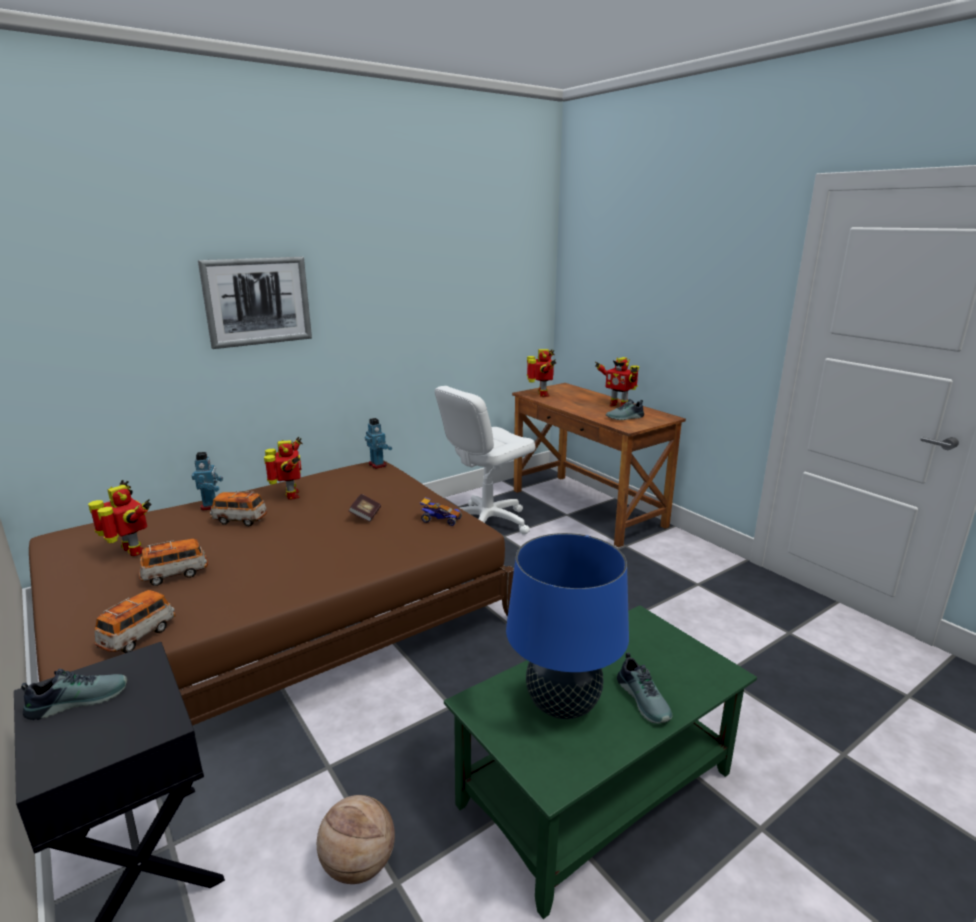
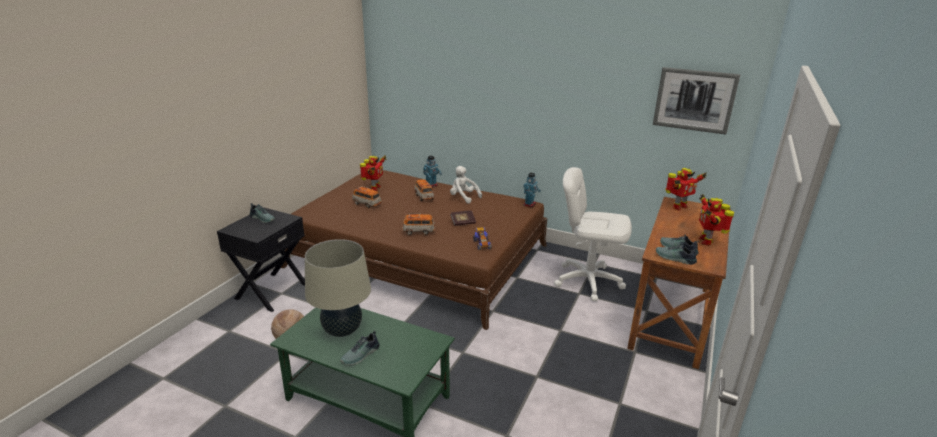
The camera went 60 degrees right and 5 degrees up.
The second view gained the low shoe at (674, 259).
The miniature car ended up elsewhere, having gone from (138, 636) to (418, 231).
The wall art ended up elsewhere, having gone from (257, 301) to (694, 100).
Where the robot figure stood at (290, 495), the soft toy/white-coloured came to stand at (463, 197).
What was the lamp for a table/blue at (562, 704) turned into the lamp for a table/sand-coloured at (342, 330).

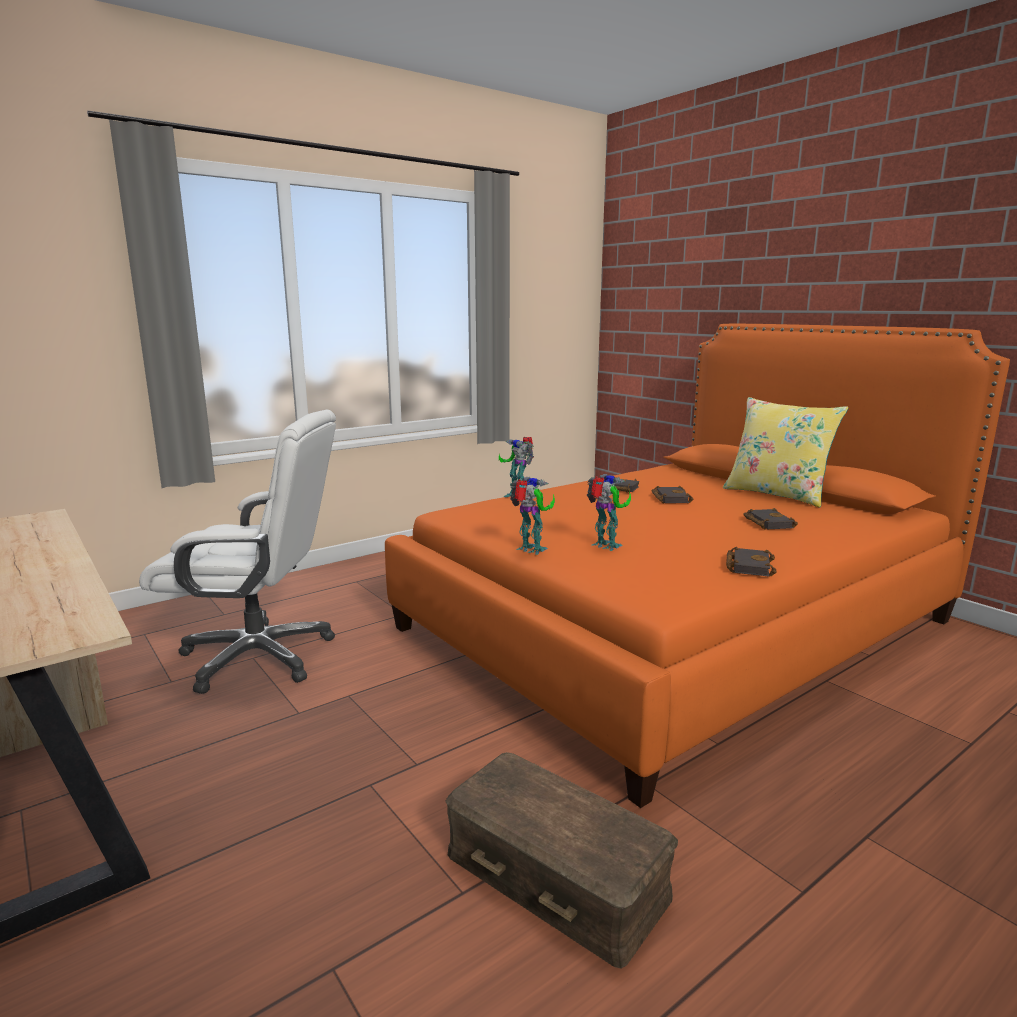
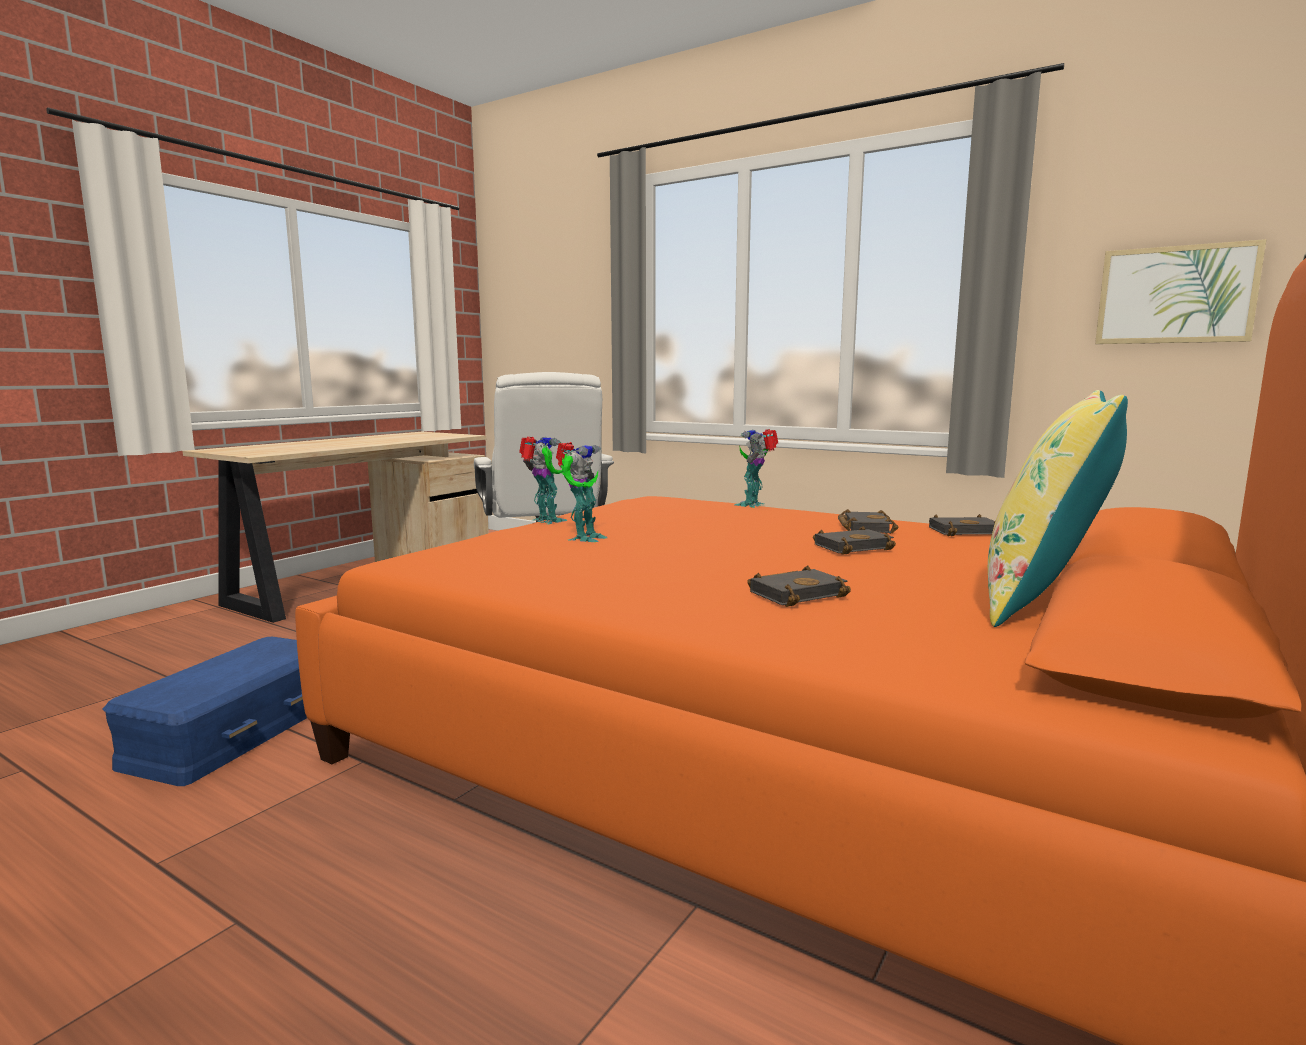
The camera went 70 degrees right and 5 degrees down.
The second view gained the wall art at (1175, 295).
The bound book/blackish ended up elsewhere, having gone from (748, 566) to (964, 531).
What was the storage box/brown-coloured at (554, 876) turned into the storage box/blue at (232, 731).
The robot figure at (531, 550) ended up facing another way, 60 degrees counterclockwise from before.

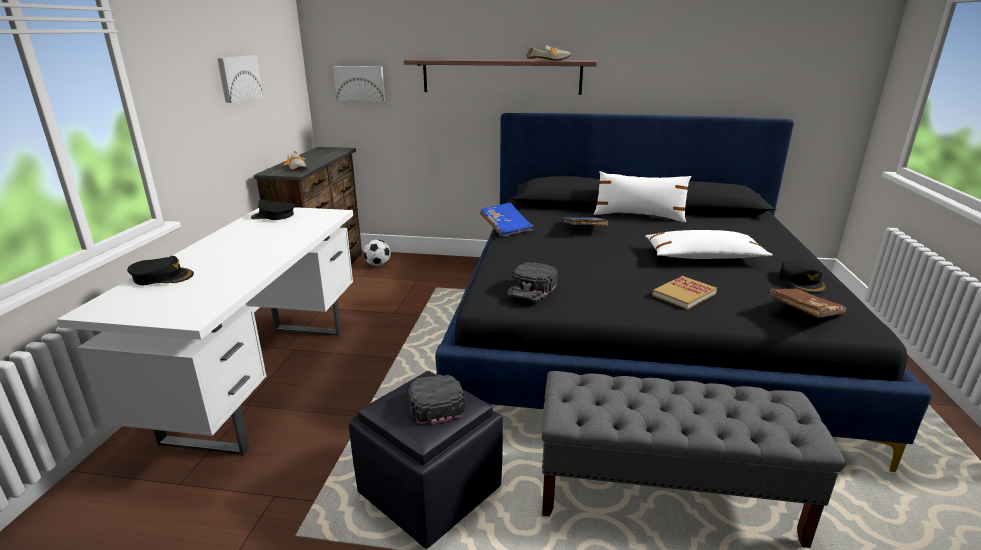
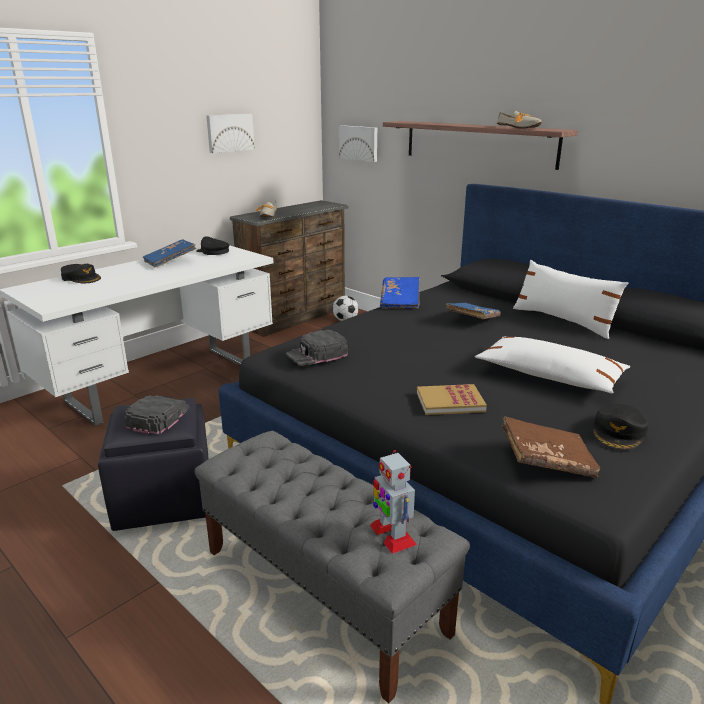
The camera went 35 degrees right and 0 degrees up.
The second view gained the bound book/blue at (170, 261).
The second view gained the robot figure at (392, 534).

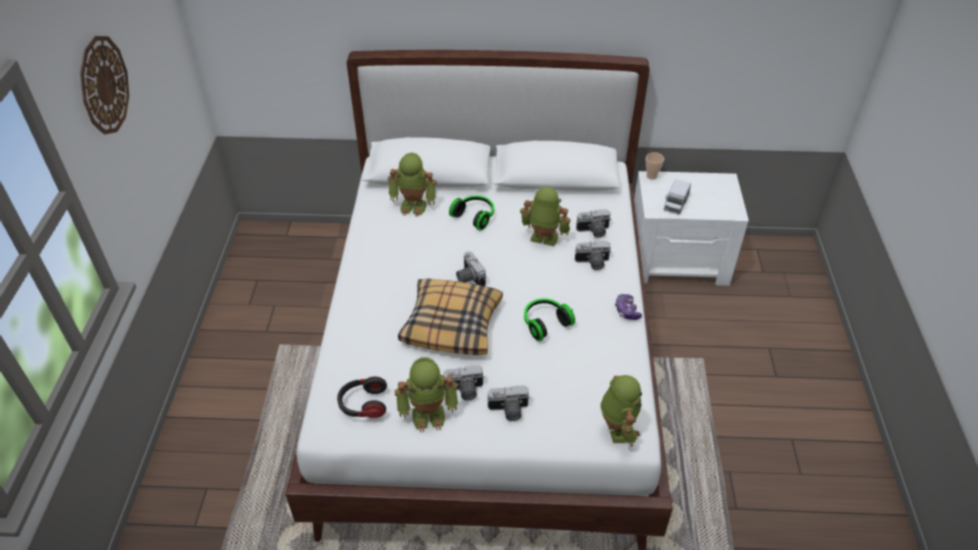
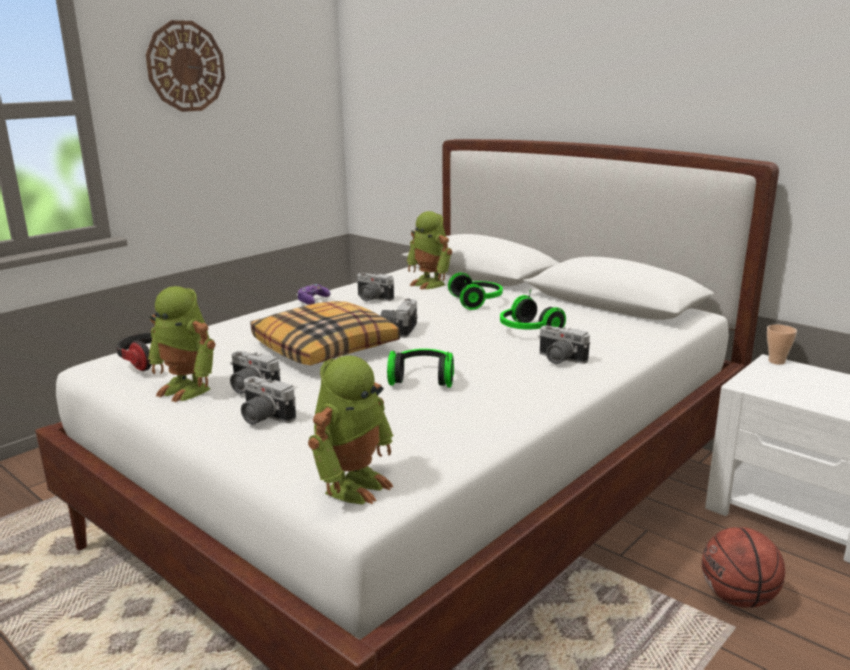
The camera went 40 degrees right and 25 degrees down.
The second view lost the toy lorry at (675, 204).
The second view gained the basketball ball at (737, 598).
The photo camera ended up elsewhere, having gone from (593, 231) to (371, 299).
The gamepad ended up elsewhere, having gone from (626, 311) to (312, 300).
Where the robot figure stood at (543, 239), the pair of headphones came to stand at (527, 331).

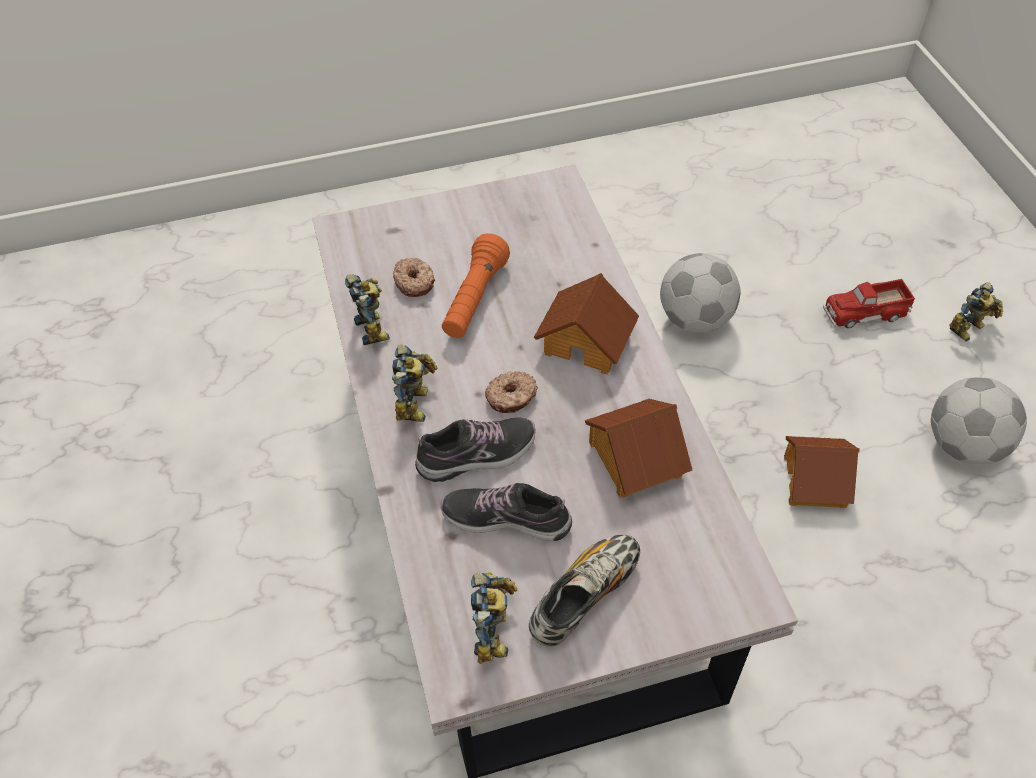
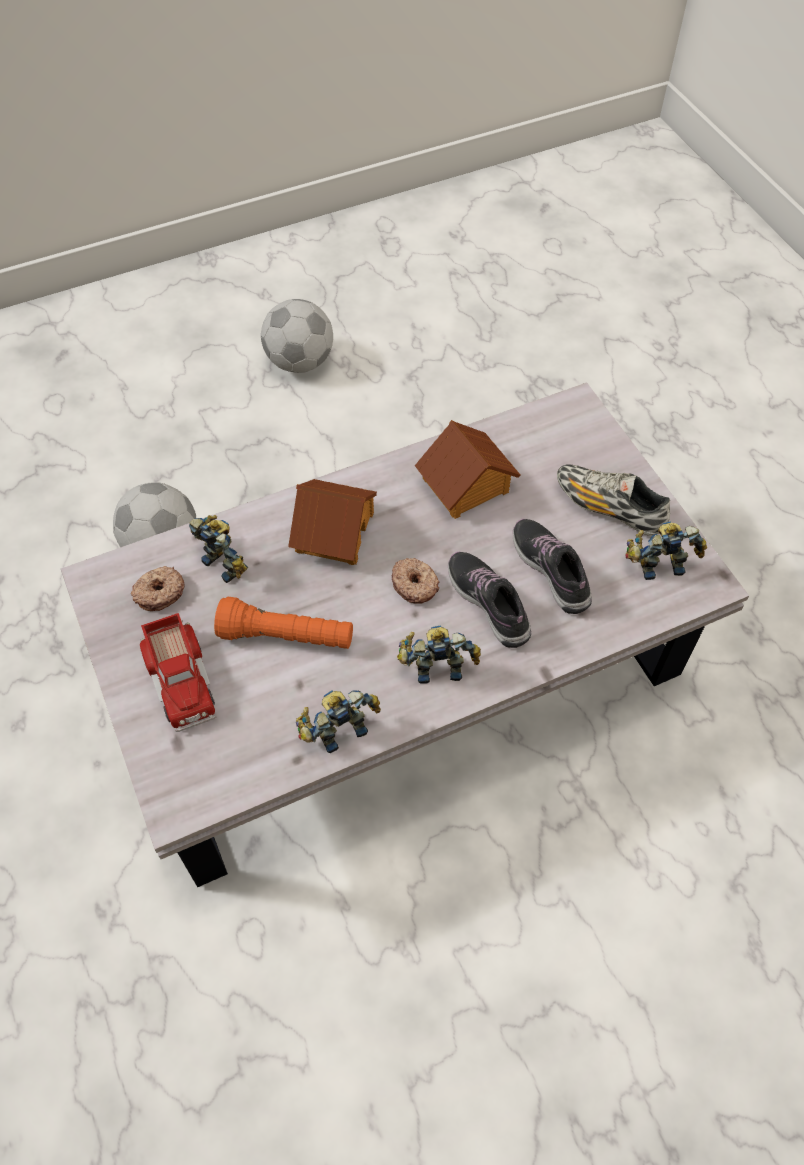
The camera went 100 degrees left and 5 degrees up.
The second view lost the model house at (816, 481).
The doughnut ended up elsewhere, having gone from (415, 282) to (159, 592).
The toy lorry ended up elsewhere, having gone from (865, 311) to (181, 679).
The robot figure ended up elsewhere, having gone from (970, 329) to (226, 561).
The low shoe at (506, 518) ended up facing another way, 150 degrees clockwise from before.

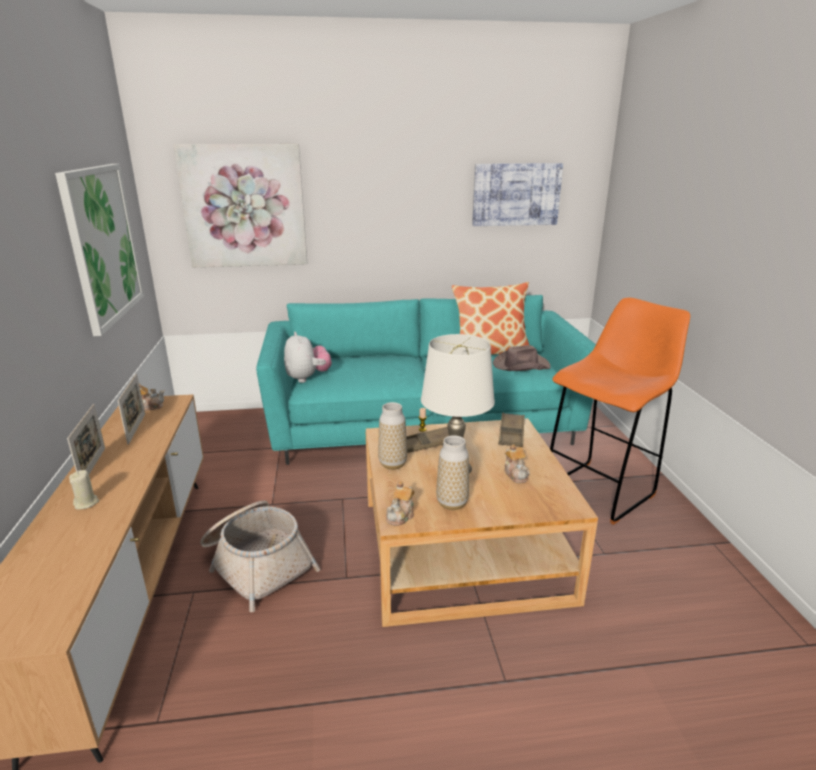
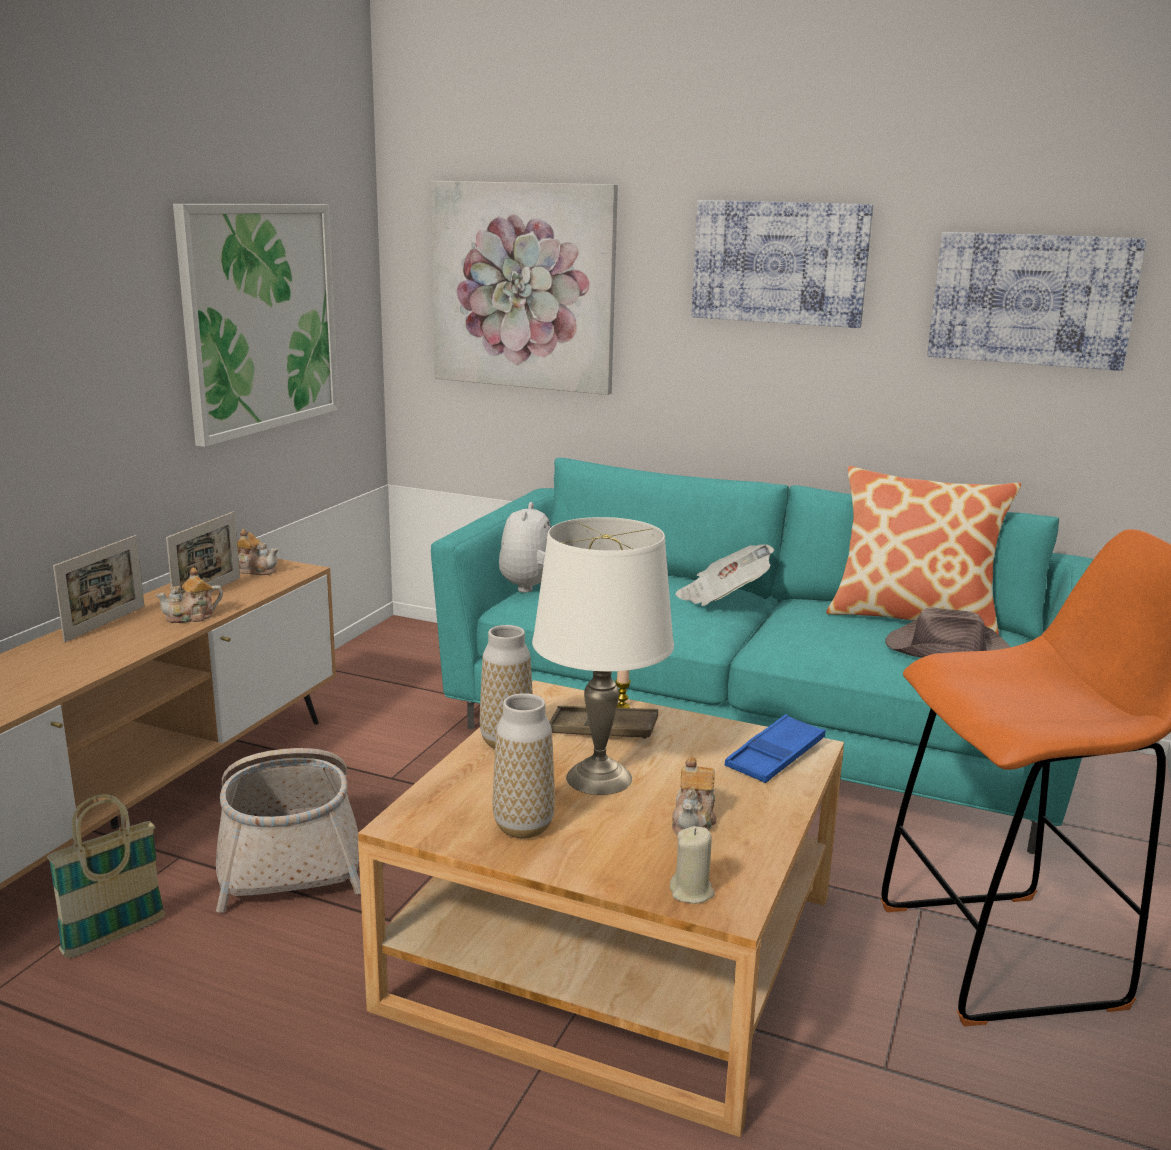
The camera went 30 degrees right and 5 degrees down.
The second view gained the basket at (114, 936).
The second view gained the daily paper at (722, 598).
The second view gained the wall art at (779, 263).
The candle/sand-coloured ended up elsewhere, having gone from (86, 503) to (692, 892).
The teapot ended up elsewhere, having gone from (401, 515) to (191, 617).
What was the carrying tray/brown-coloured at (511, 433) turned into the carrying tray/blue at (775, 756).

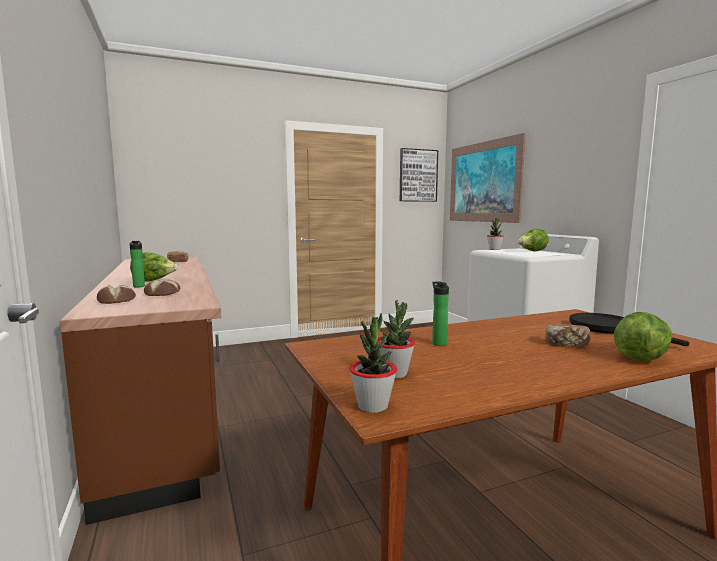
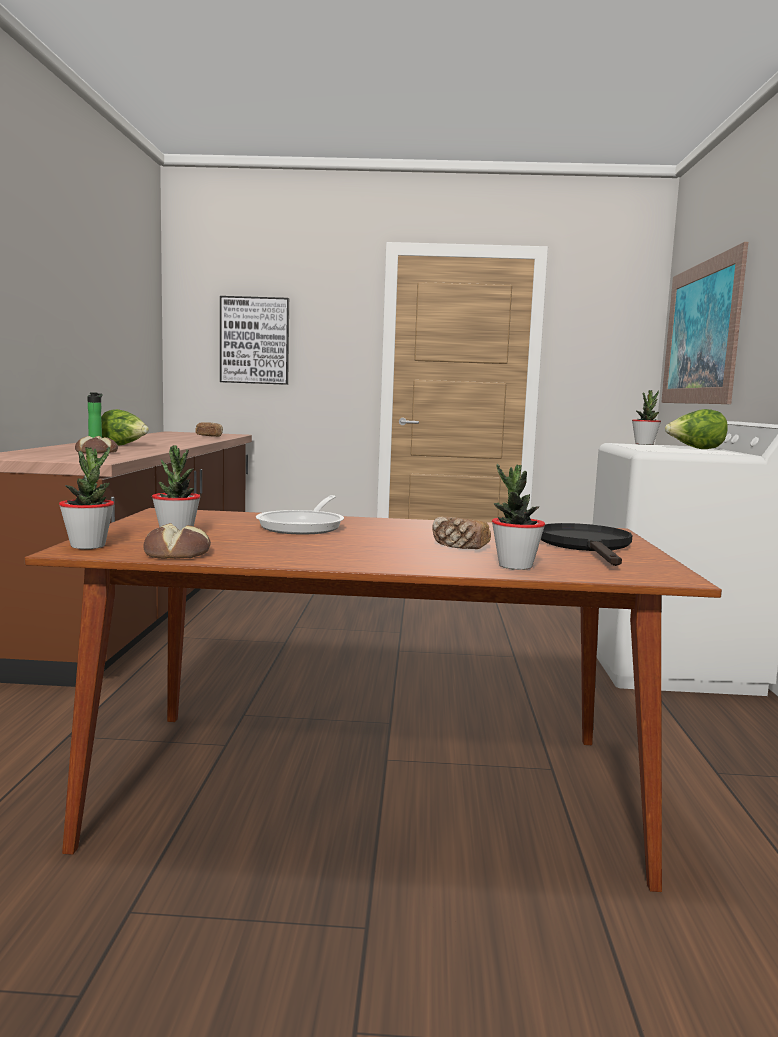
The camera went 25 degrees right and 0 degrees up.
The bakery bread ended up elsewhere, having gone from (117, 300) to (179, 553).
The wall art ended up elsewhere, having gone from (418, 175) to (254, 340).
Where the drink bottle stood at (438, 343), the pan came to stand at (304, 526).
Where the lettuce stood at (641, 357), the potted plant came to stand at (515, 566).

